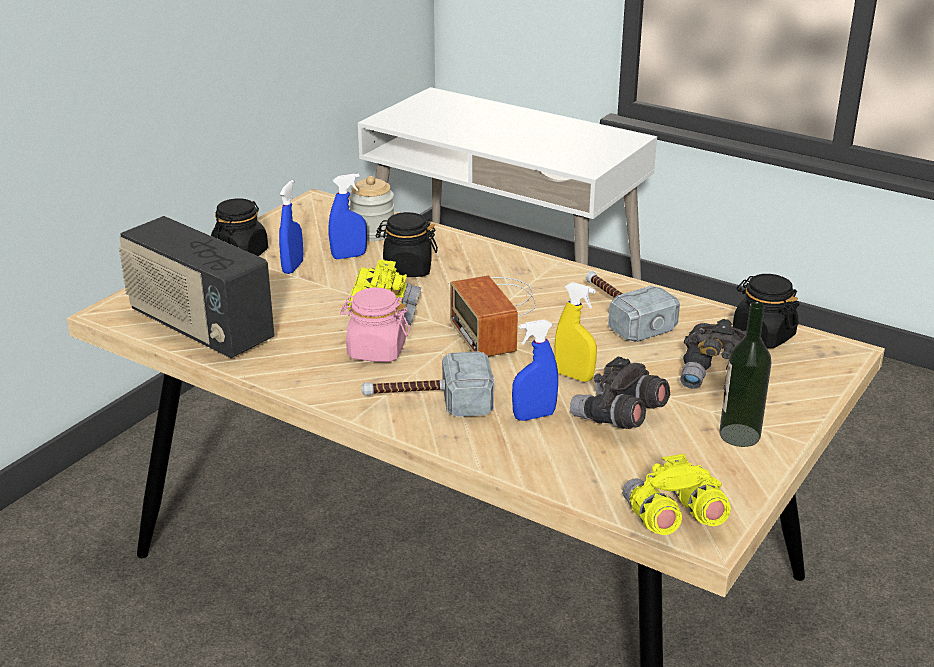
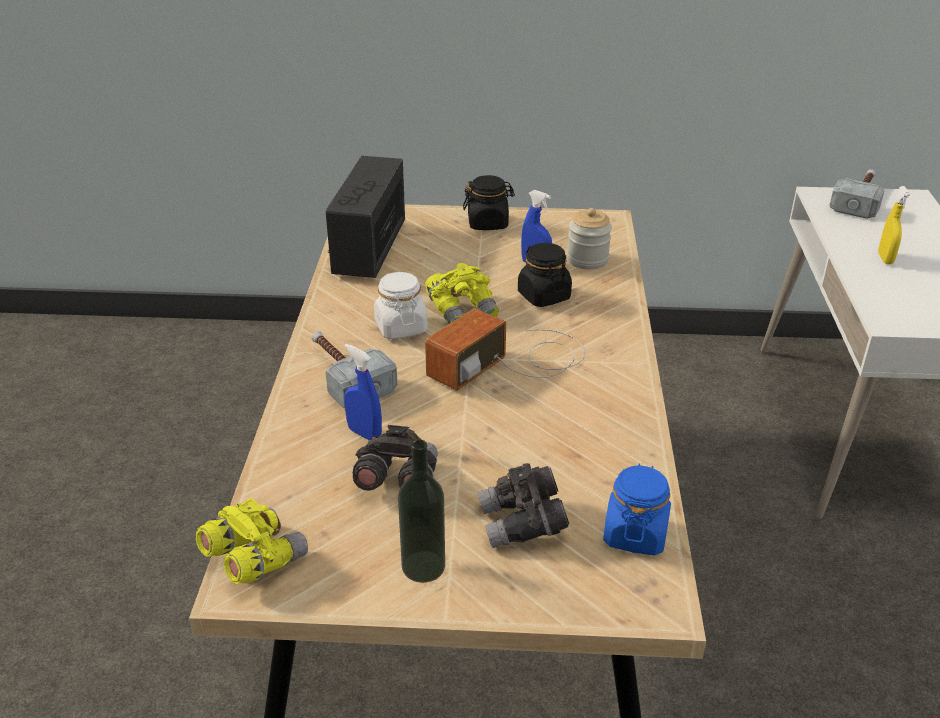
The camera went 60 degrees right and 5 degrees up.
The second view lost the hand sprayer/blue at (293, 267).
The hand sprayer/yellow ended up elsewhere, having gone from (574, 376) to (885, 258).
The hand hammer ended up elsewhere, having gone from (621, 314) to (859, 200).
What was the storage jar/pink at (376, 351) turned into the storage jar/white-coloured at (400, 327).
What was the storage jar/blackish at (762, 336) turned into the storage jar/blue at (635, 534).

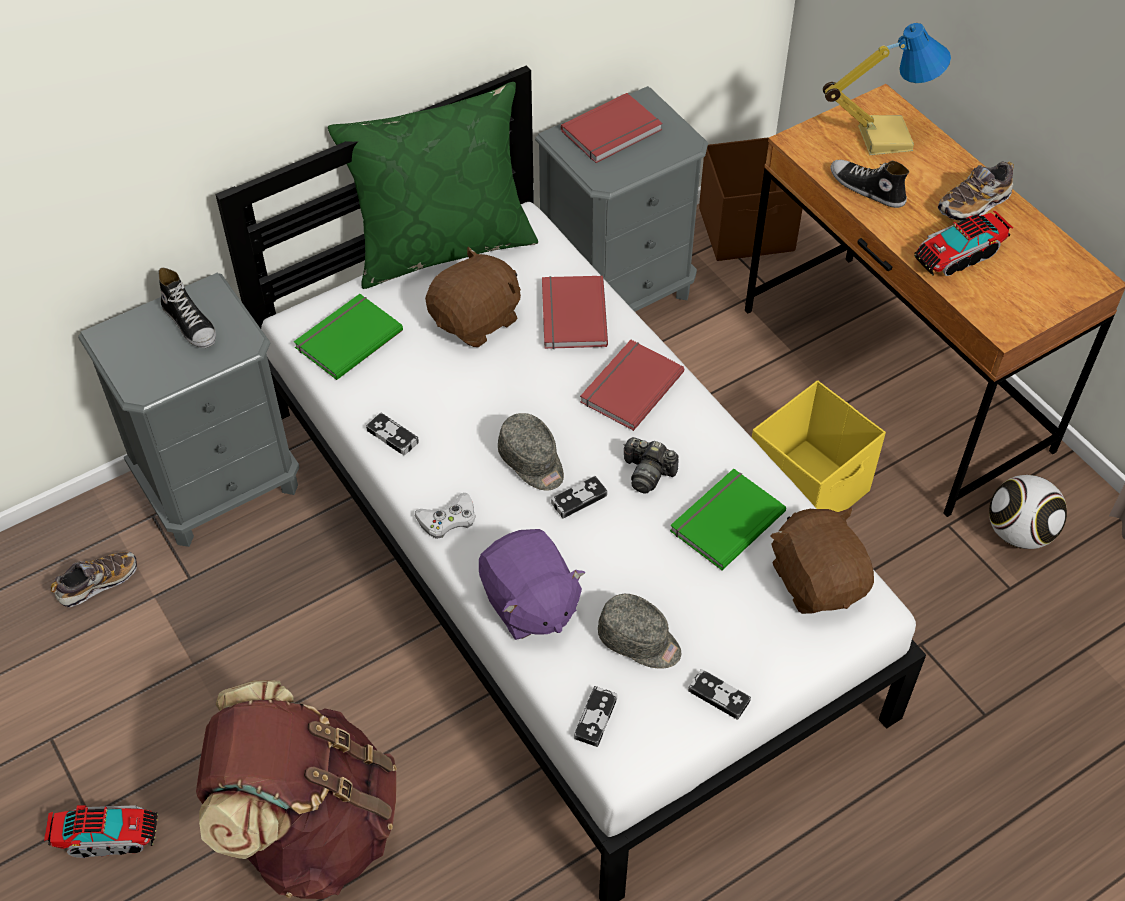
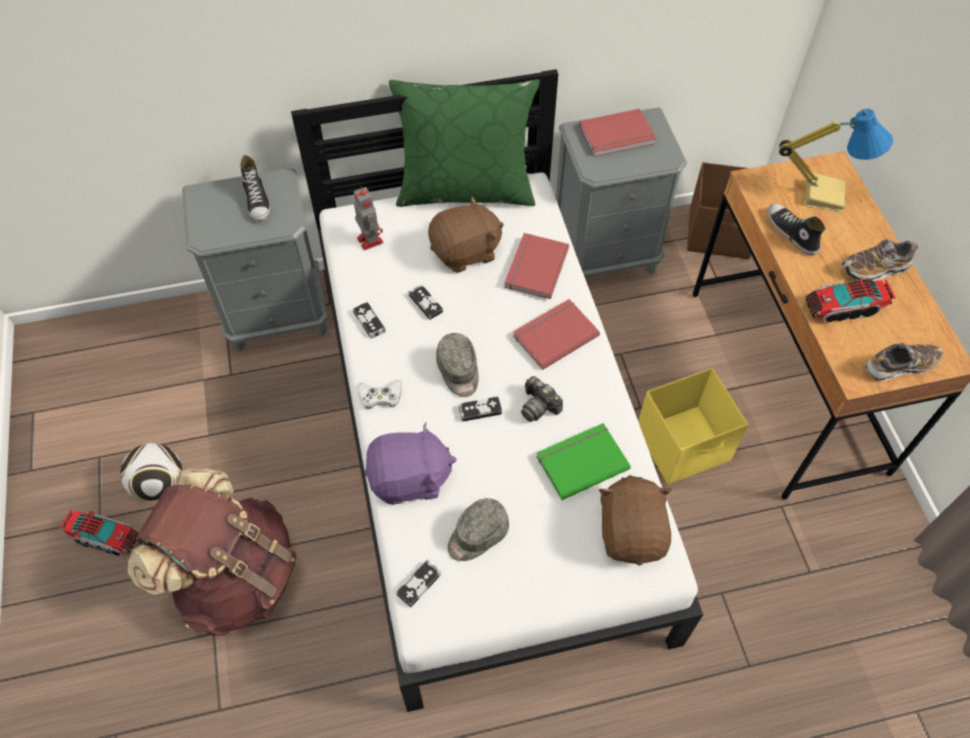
The camera went 20 degrees right and 5 degrees up.
The low shoe ended up elsewhere, having gone from (98, 583) to (900, 366).
The gamepad ended up elsewhere, having gone from (718, 696) to (425, 303).
The football ended up elsewhere, having gone from (1019, 532) to (160, 484).
Where the bound book/greenish stood at (346, 338), the robot figure came to stand at (369, 239).
The soft toy/purple-coloured at (529, 603) ended up facing another way, 90 degrees counterclockwise from before.
The cap/gray at (639, 641) ended up facing another way, 90 degrees clockwise from before.

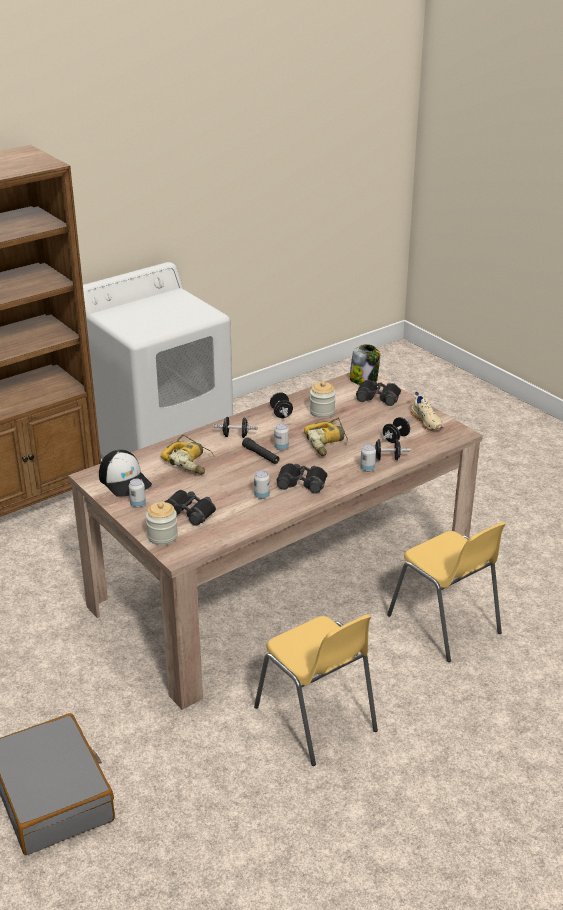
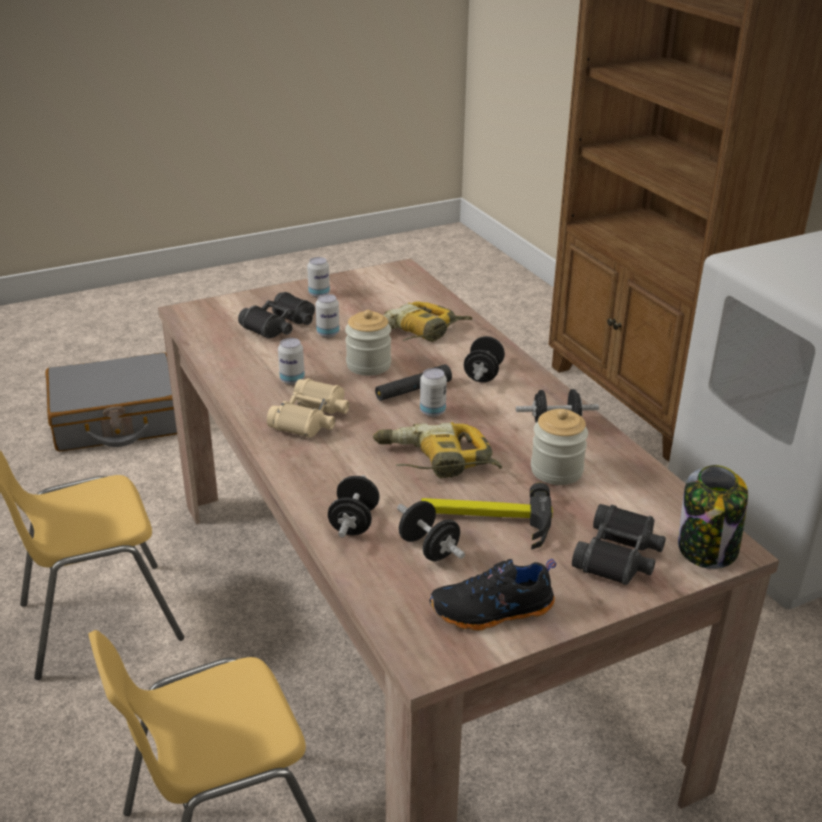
The camera went 100 degrees right and 0 degrees up.
The second view lost the cap at (125, 480).
The second view gained the hand hammer at (485, 520).
The storage jar ended up elsewhere, having gone from (162, 537) to (368, 365).
The metal can ended up elsewhere, having gone from (367, 468) to (328, 333).
What was the pair of binoculars/blackish at (302, 483) turned into the pair of binoculars/sand-coloured at (312, 418).
What was the low shoe/sand-coloured at (427, 422) turned into the low shoe/blackish at (492, 612).

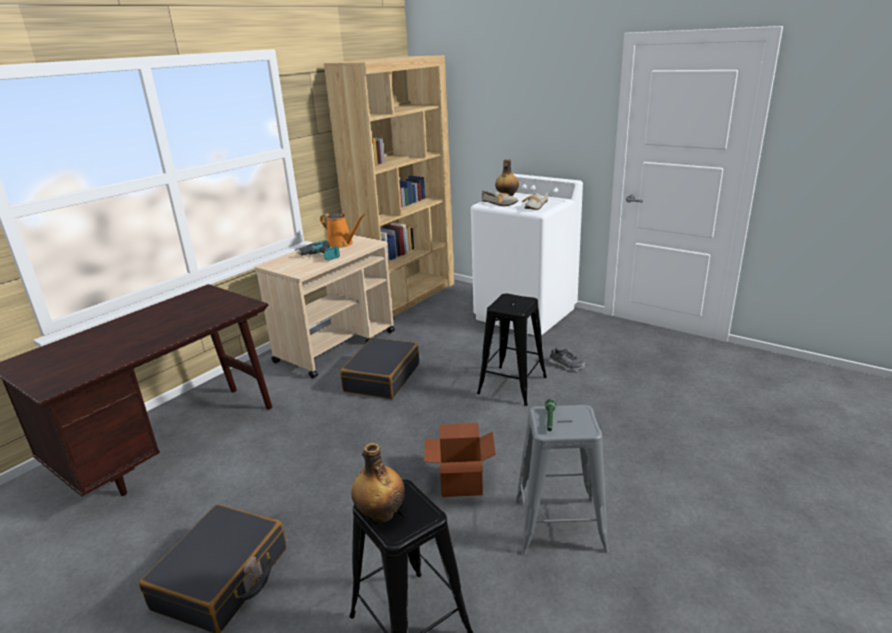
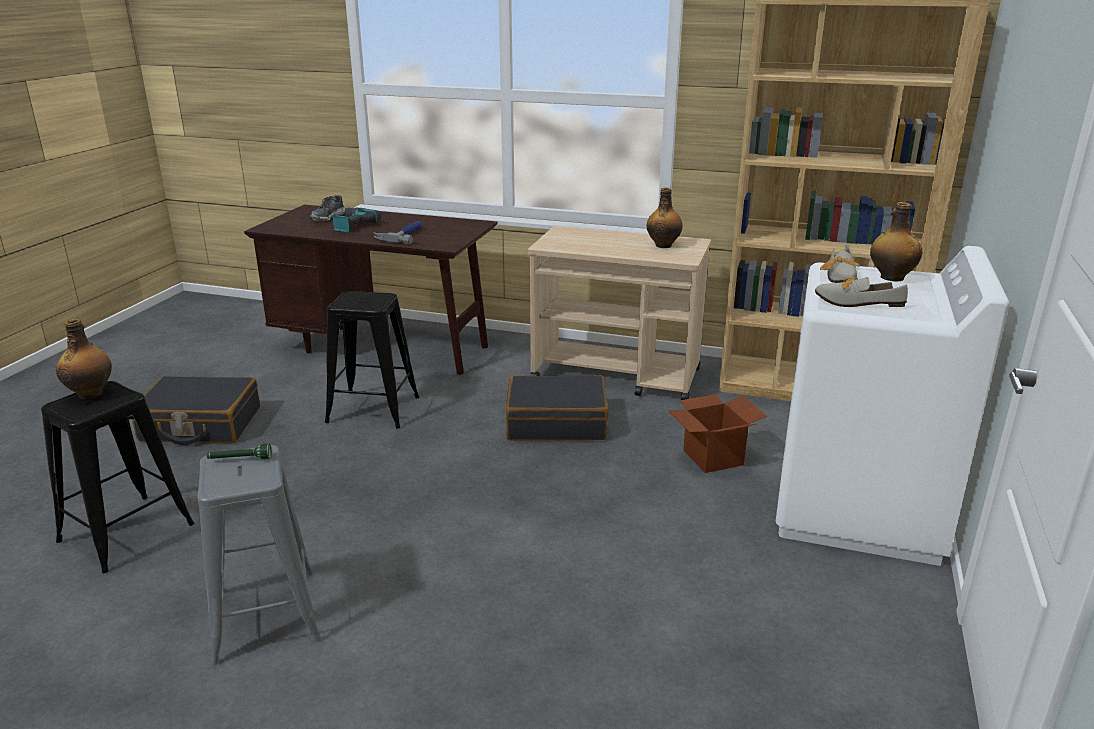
The camera went 70 degrees right and 0 degrees up.
The second view gained the hand hammer at (403, 235).
The power drill ended up elsewhere, having gone from (320, 256) to (352, 225).
The carton ended up elsewhere, having gone from (461, 482) to (713, 458).
The stool/blackish ended up elsewhere, having gone from (512, 385) to (373, 410).
The low shoe ended up elsewhere, having gone from (566, 365) to (328, 217).
Where the watering can/orangey stood at (341, 244), the drink bottle came to stand at (663, 245).

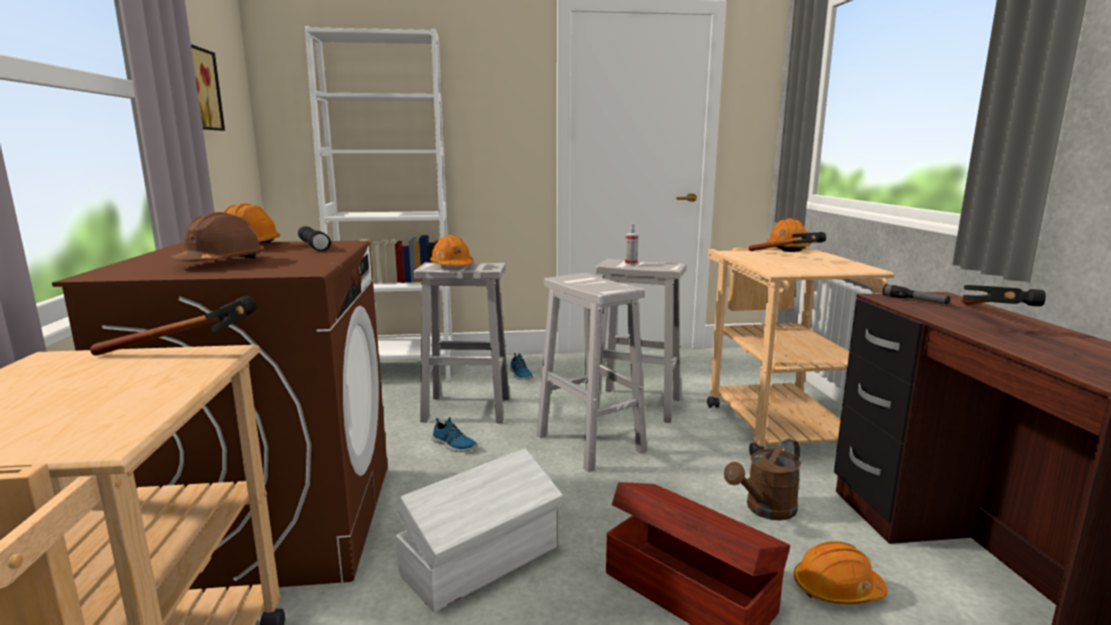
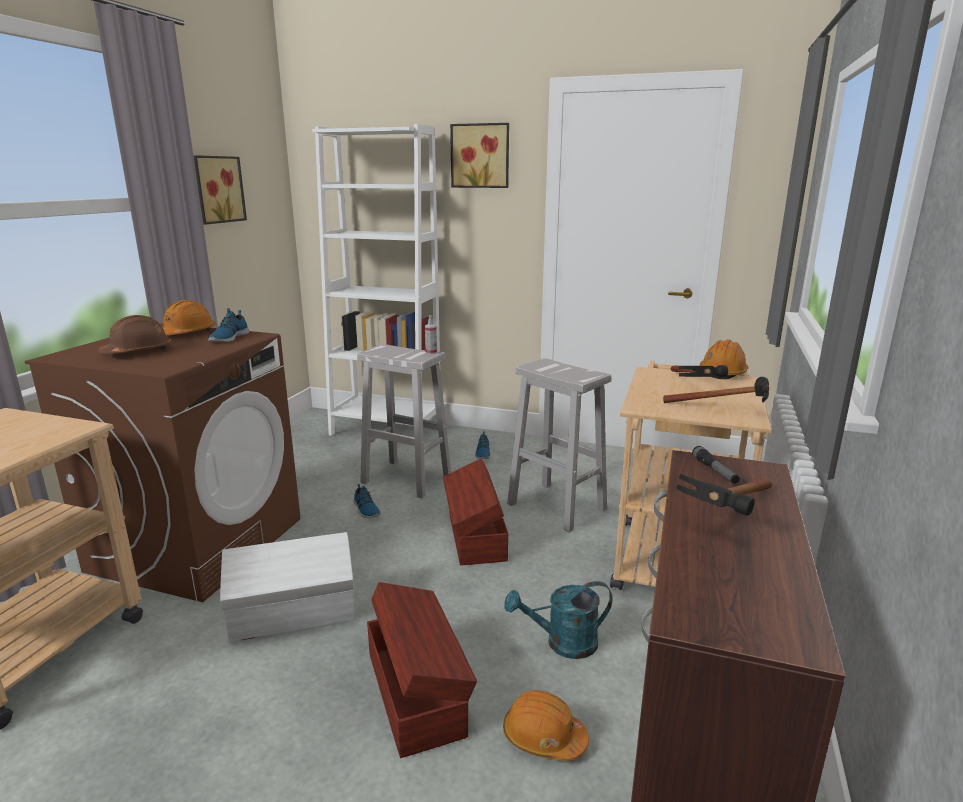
The camera went 25 degrees right and 5 degrees up.
The second view lost the hard hat/orangey at (452, 266).
The second view gained the wall art at (480, 156).
The hand hammer ended up elsewhere, having gone from (195, 354) to (727, 411).
The hand sprayer ended up elsewhere, having gone from (631, 263) to (431, 352).
Where the hand torch/blackish stood at (314, 246), the low shoe came to stand at (228, 338).
Where the stool/white-coloured stood at (591, 444), the storage box/brown-coloured came to stand at (475, 536).
What was the watering can/brown-coloured at (765, 510) turned into the watering can/blue-green at (562, 643).

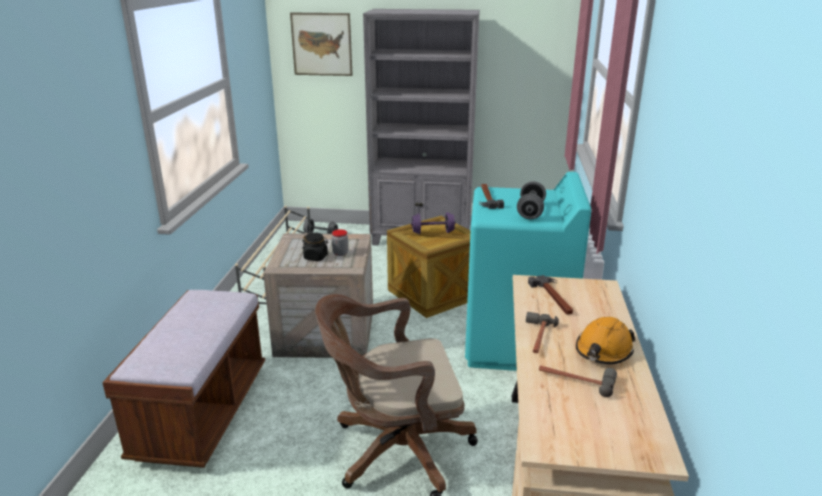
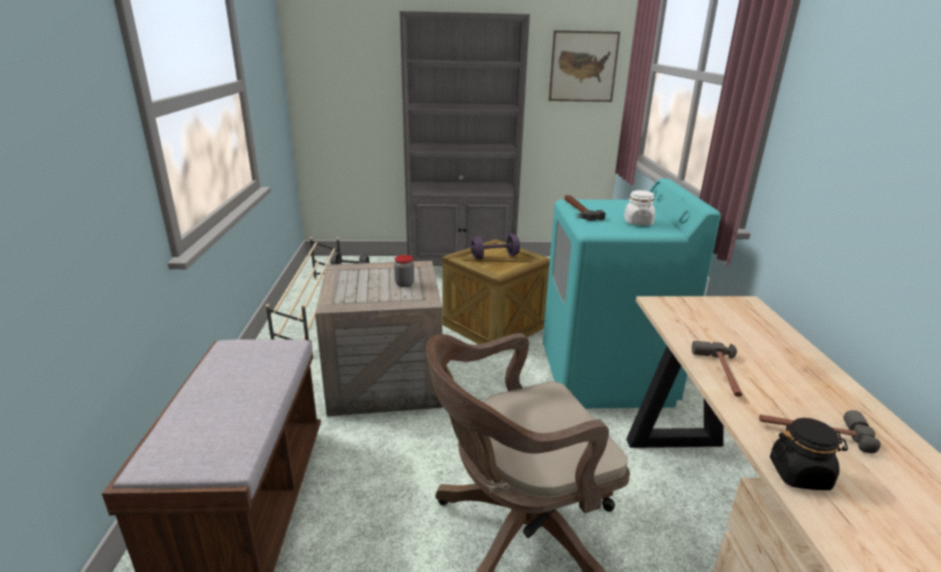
The camera went 10 degrees left and 0 degrees up.
The second view lost the hand hammer at (554, 297).
The second view lost the hard hat/orangey at (603, 351).
The wall art ended up elsewhere, having gone from (321, 44) to (583, 66).
The storage jar/blackish ended up elsewhere, having gone from (316, 257) to (799, 474).
Where the hand weight/gray stood at (530, 212), the storage jar/white-coloured came to stand at (638, 222).

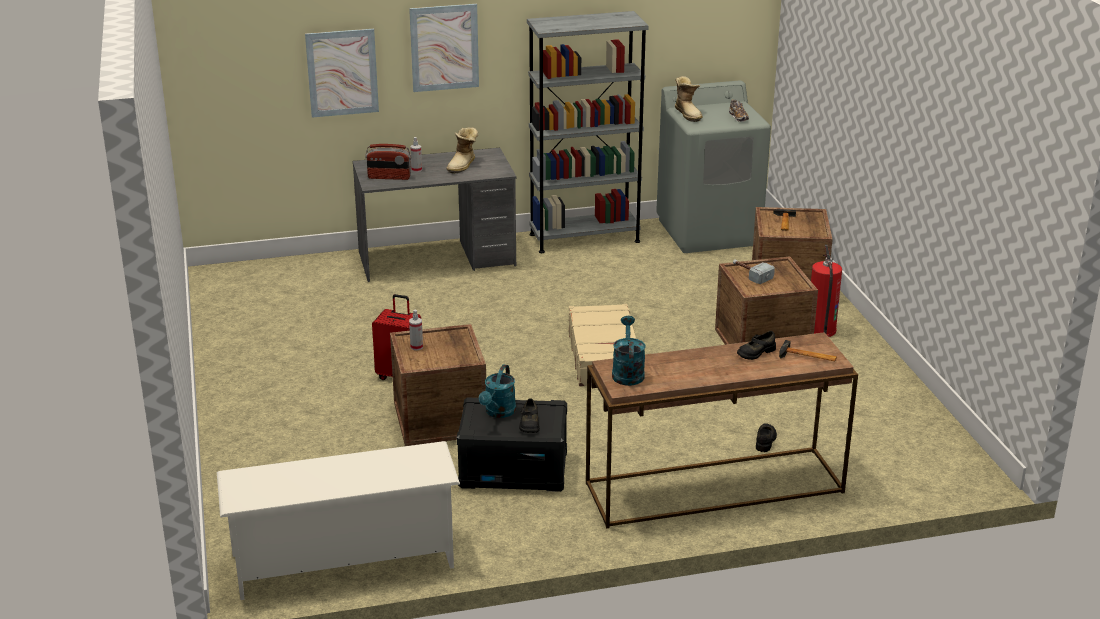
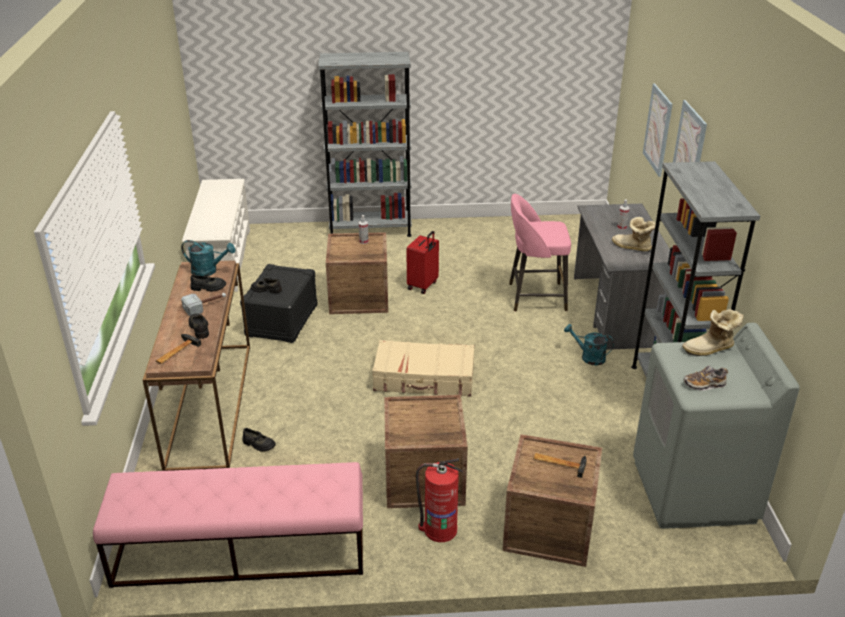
The camera went 100 degrees right and 5 degrees up.
The second view lost the radio set at (389, 177).
The second view gained the indoor bench/pink at (240, 551).
The second view gained the low shoe/blackish at (208, 287).
The second view gained the bookshelf/gray at (370, 229).
The second view gained the stool/pink at (535, 297).
The watering can/blue-green ended up elsewhere, having gone from (498, 413) to (588, 357).
The hand hammer ended up elsewhere, having gone from (750, 274) to (205, 306).

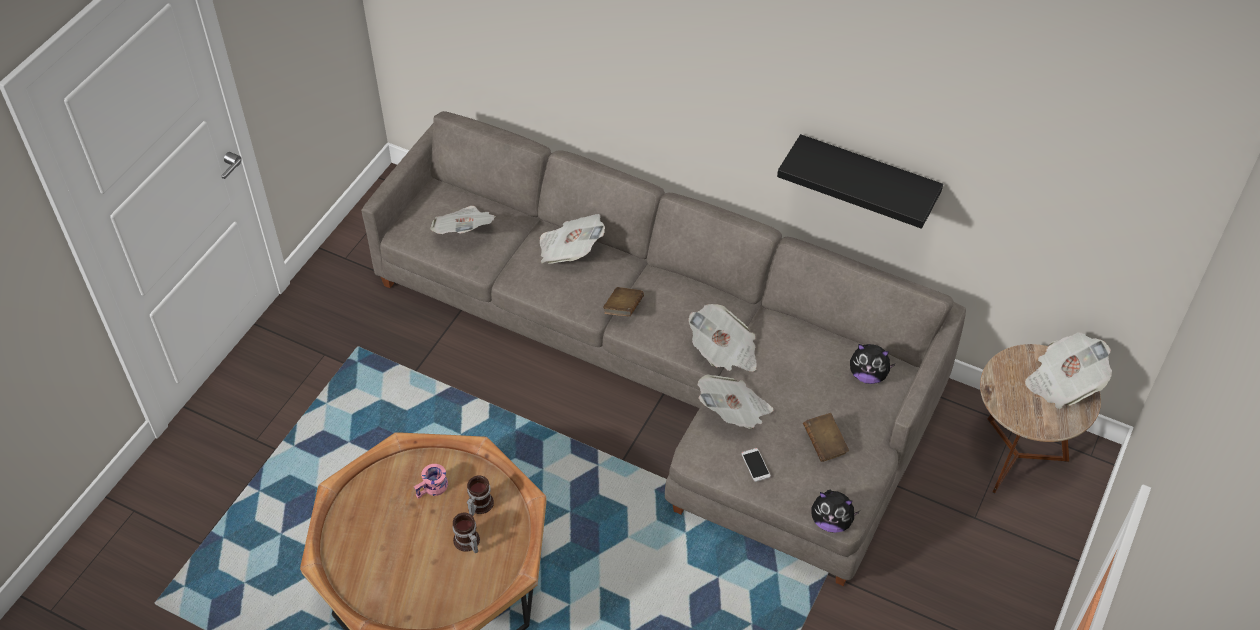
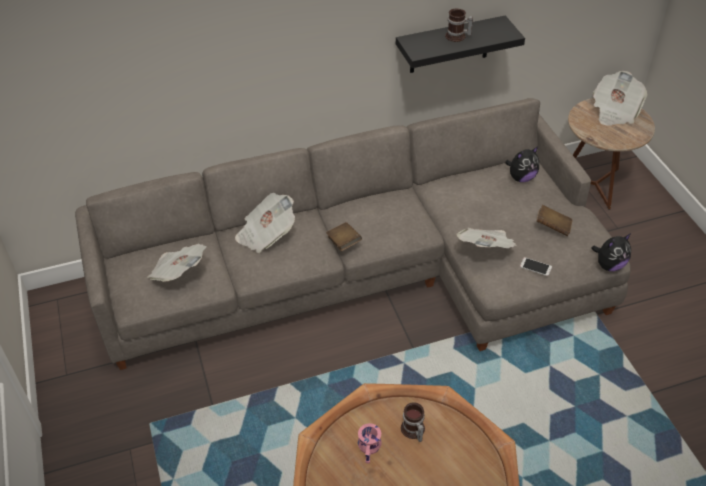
The camera went 45 degrees left and 5 degrees down.
The second view lost the daily paper at (724, 352).
The tea mug ended up elsewhere, having gone from (467, 543) to (457, 37).

